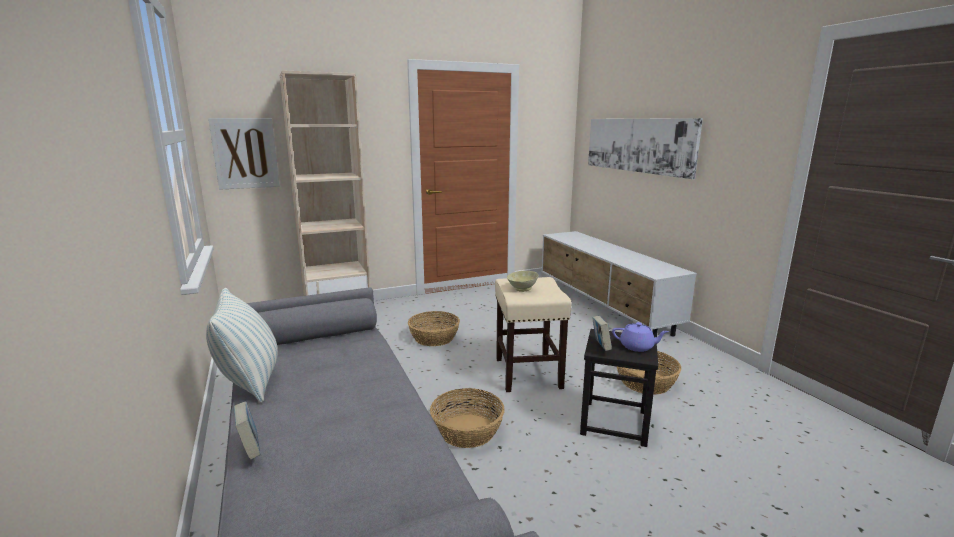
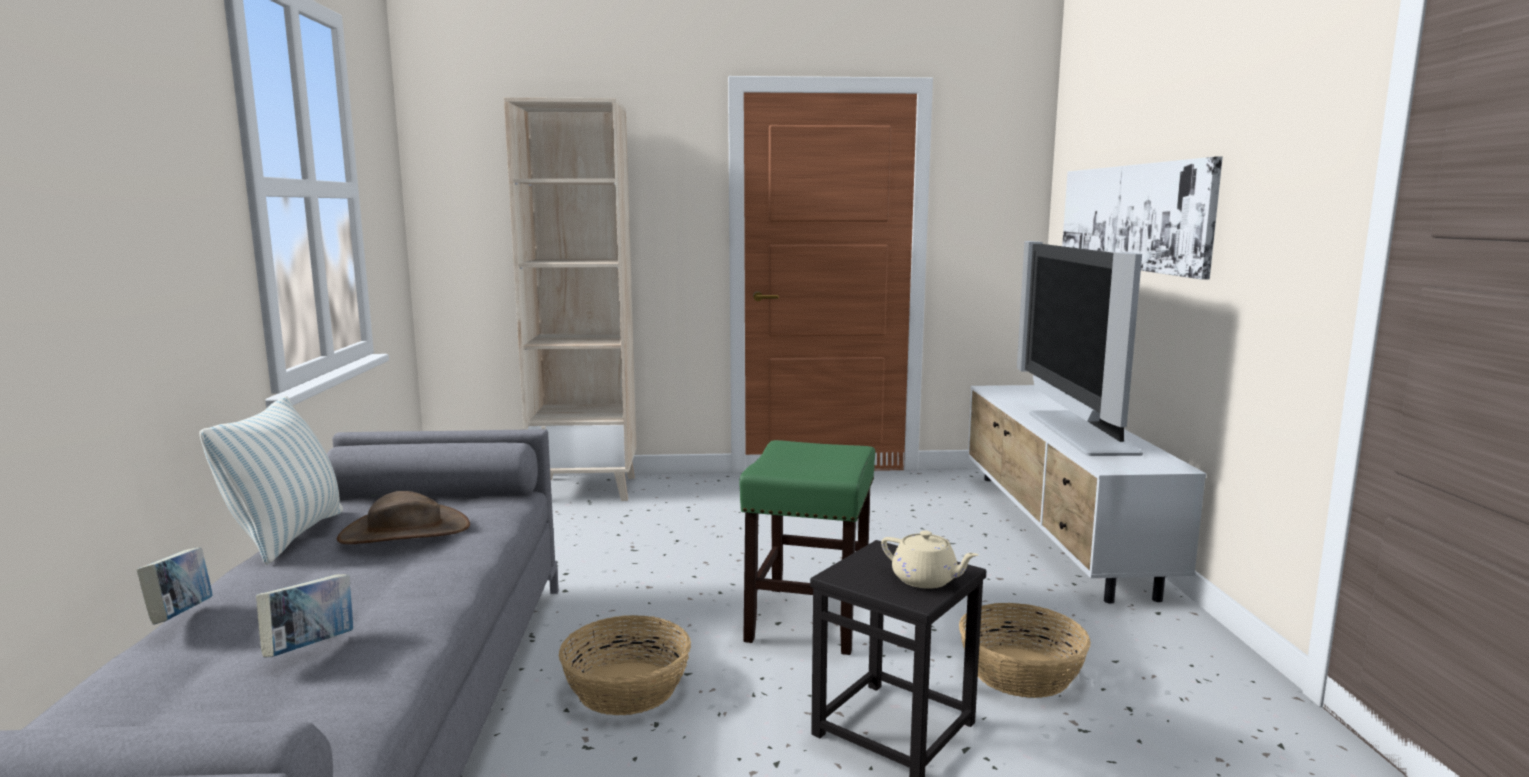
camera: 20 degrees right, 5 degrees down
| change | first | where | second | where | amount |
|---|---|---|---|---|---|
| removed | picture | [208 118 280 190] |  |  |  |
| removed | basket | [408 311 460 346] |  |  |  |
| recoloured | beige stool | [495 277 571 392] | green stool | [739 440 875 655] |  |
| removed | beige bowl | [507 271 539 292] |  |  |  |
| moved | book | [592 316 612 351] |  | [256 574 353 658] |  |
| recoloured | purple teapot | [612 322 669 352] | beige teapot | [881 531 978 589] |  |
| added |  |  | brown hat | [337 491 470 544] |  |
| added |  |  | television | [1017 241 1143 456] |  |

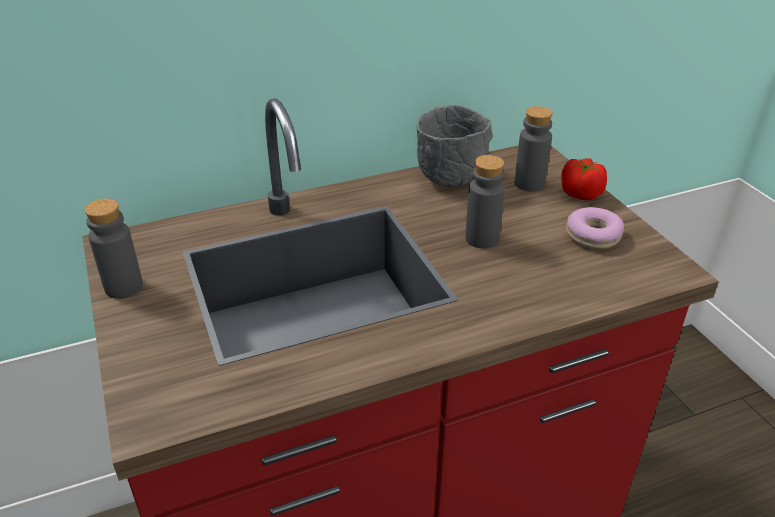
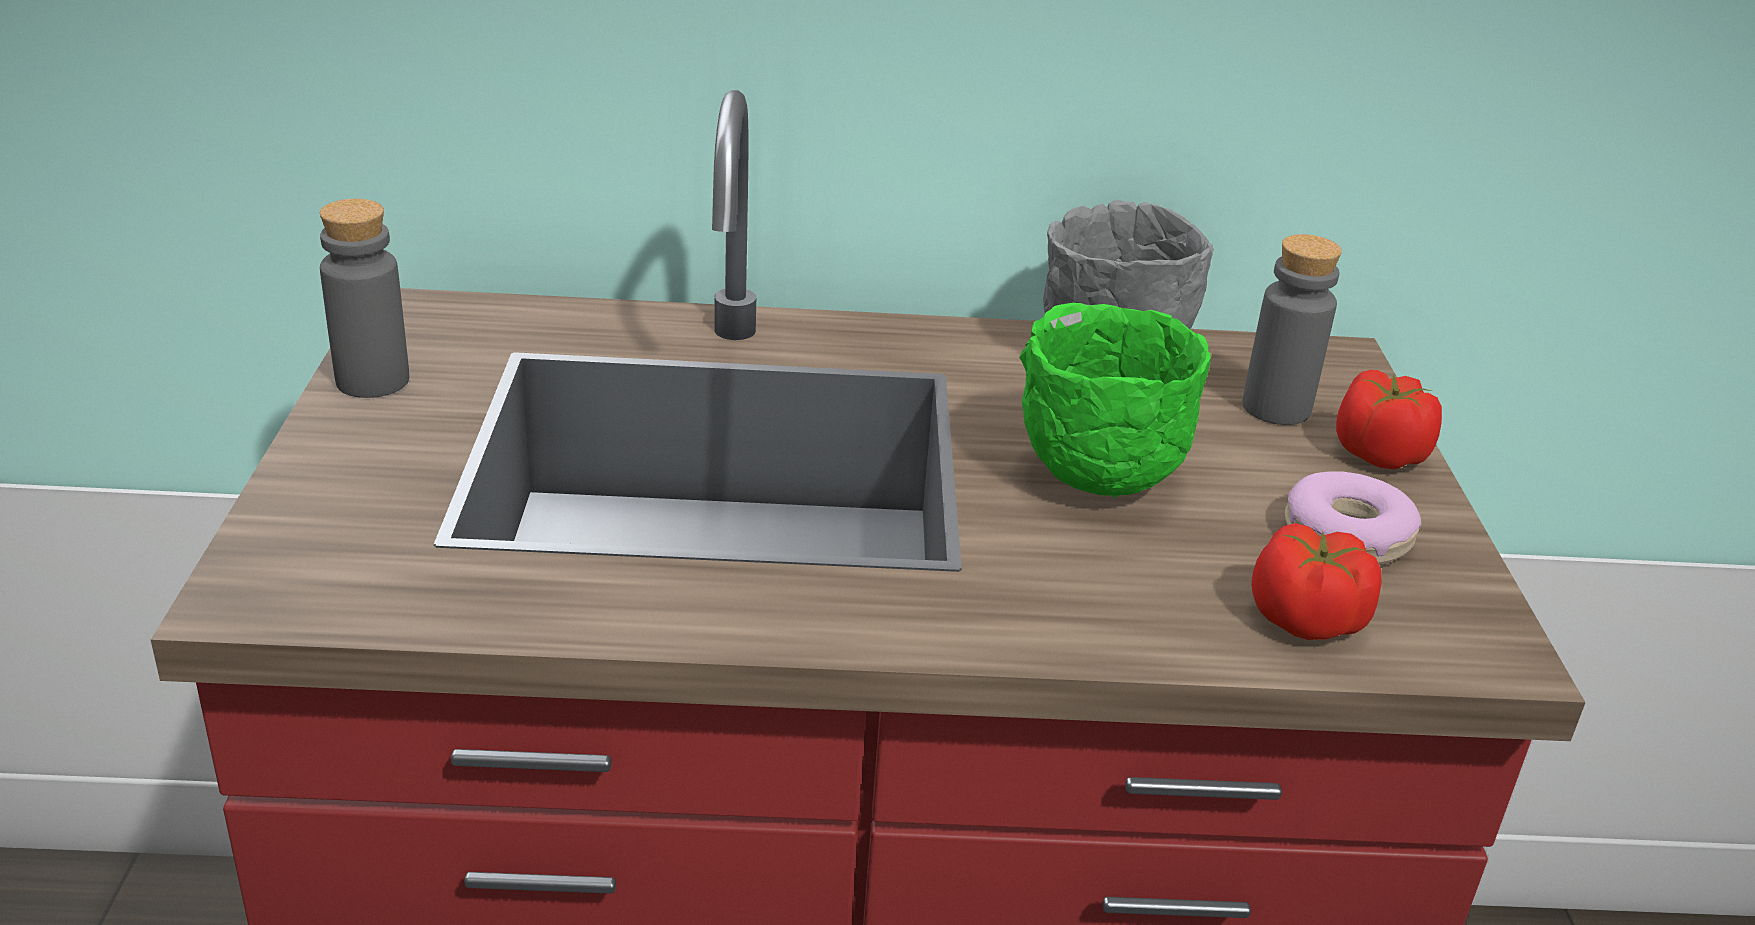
camera: 20 degrees right, 5 degrees down
| change | first | where | second | where | amount |
|---|---|---|---|---|---|
| replaced | grey bottle | [465 155 505 248] | green bowl | [1019 303 1211 498] |  |
| added |  |  | tomato | [1251 523 1382 640] |  |

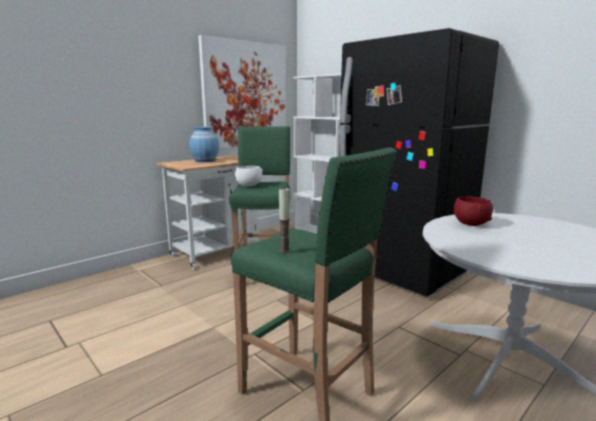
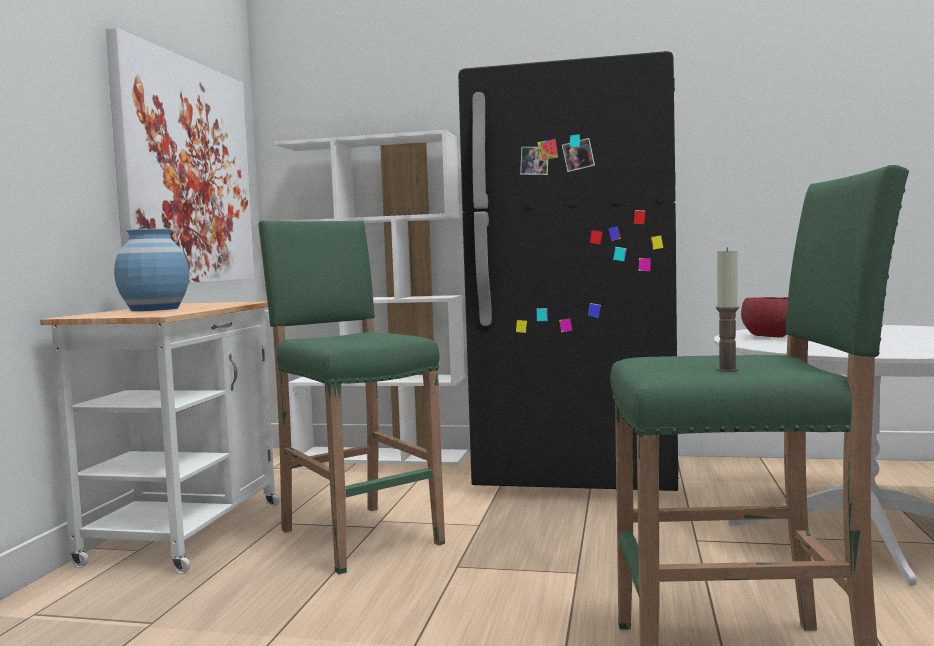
camera: 35 degrees left, 10 degrees down
| change | first | where | second | where | amount |
|---|---|---|---|---|---|
| removed | white bowl | [235 166 263 186] |  |  |  |

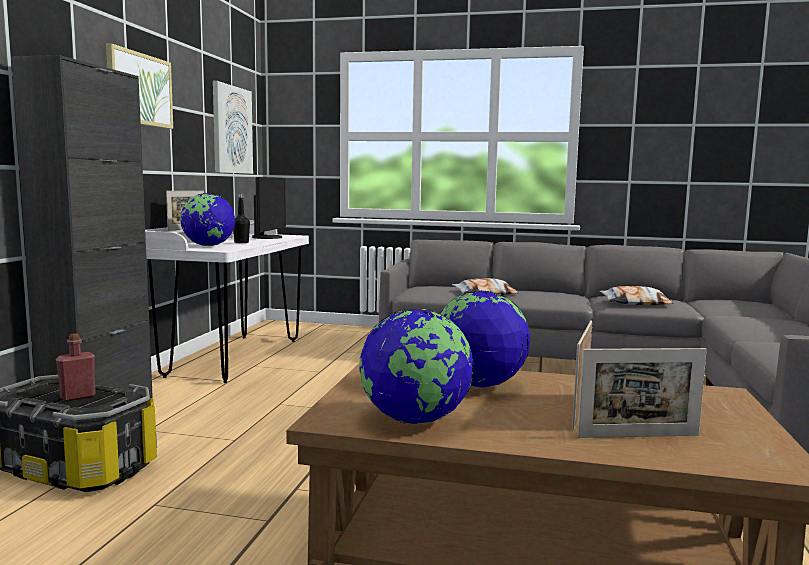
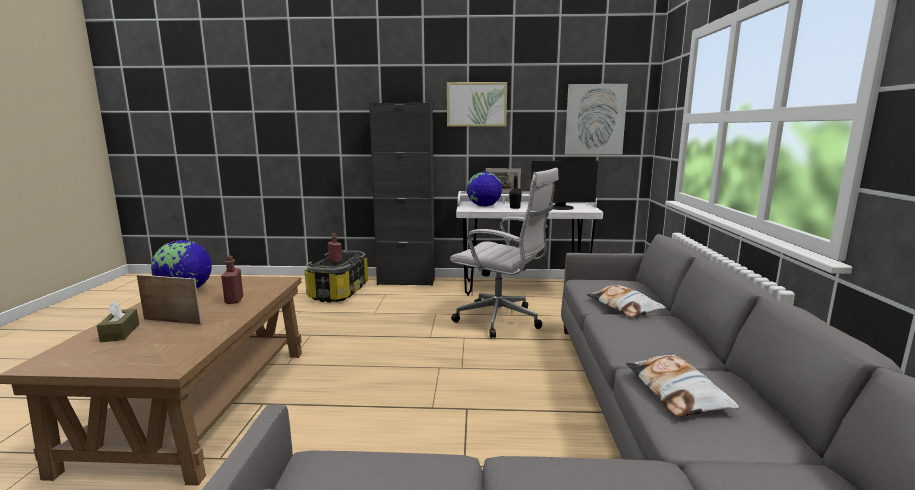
camera: 80 degrees right, 5 degrees up
| change | first | where | second | where | amount |
|---|---|---|---|---|---|
| replaced | globe | [440 290 530 388] | red bottle | [221 256 243 304] |  |
| replaced | picture frame | [577 348 707 438] | brown tissue box | [97 301 139 342] |  |
| added |  |  | white office chair | [450 168 559 338] |  |

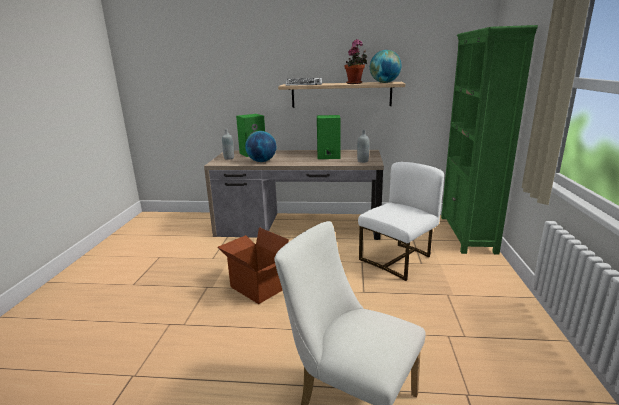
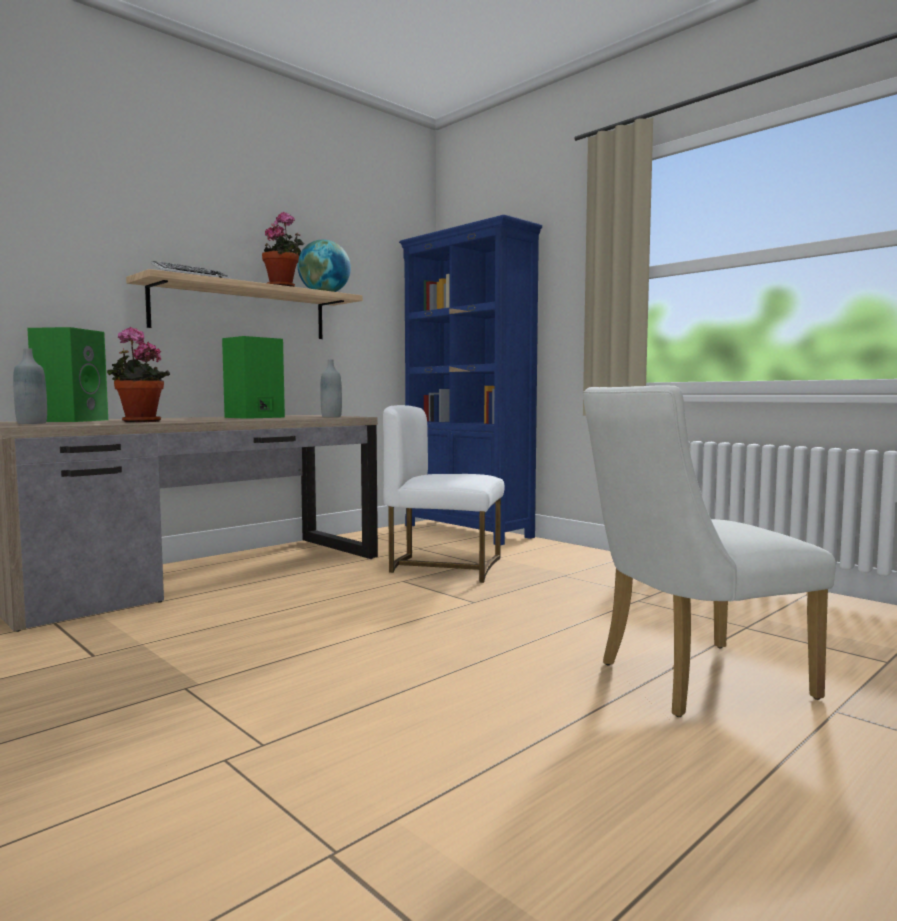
camera: 50 degrees left, 15 degrees down
| change | first | where | second | where | amount |
|---|---|---|---|---|---|
| removed | cardboard box | [217 227 289 304] |  |  |  |
| replaced | globe | [245 131 276 162] | potted plant | [107 327 170 422] |  |
| turned | white chair | [358 162 444 281] |  | [383 405 504 583] | 75 degrees counterclockwise |
| recoloured | green bookcase | [441 25 538 254] | blue bookcase | [399 214 542 545] |  |

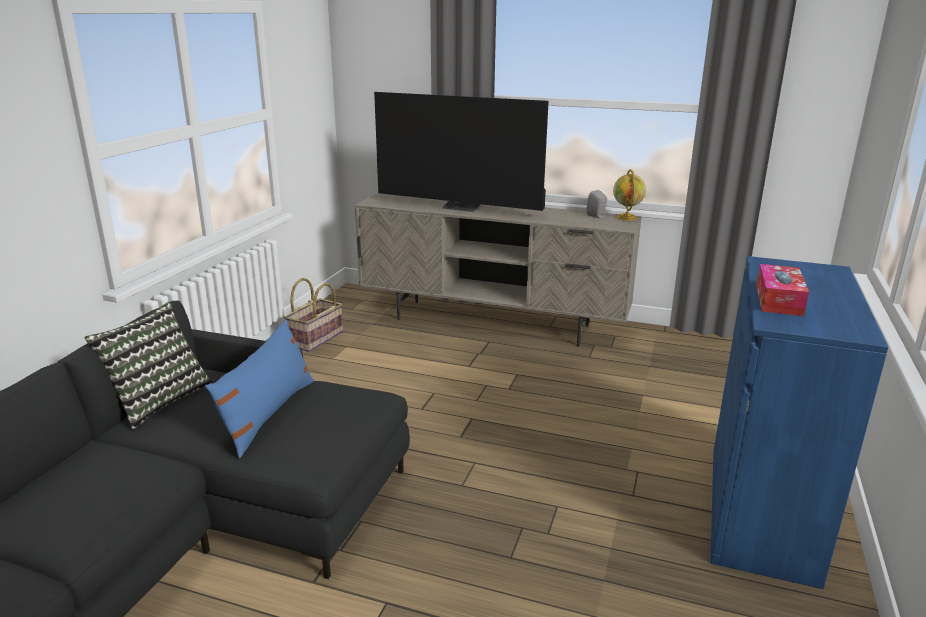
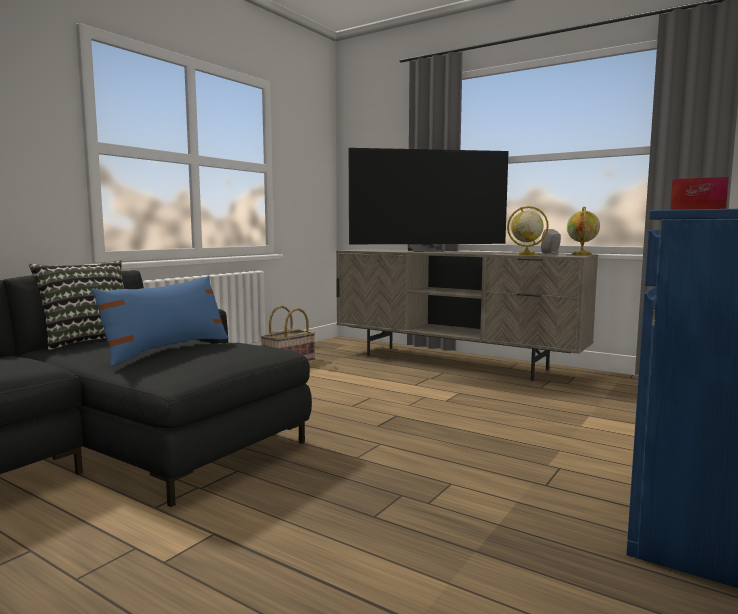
camera: 15 degrees right, 15 degrees down
| change | first | where | second | where | amount |
|---|---|---|---|---|---|
| turned | television | [374 92 549 212] |  | [349 148 508 252] | 45 degrees counterclockwise |
| added |  |  | globe | [507 206 549 255] |  |

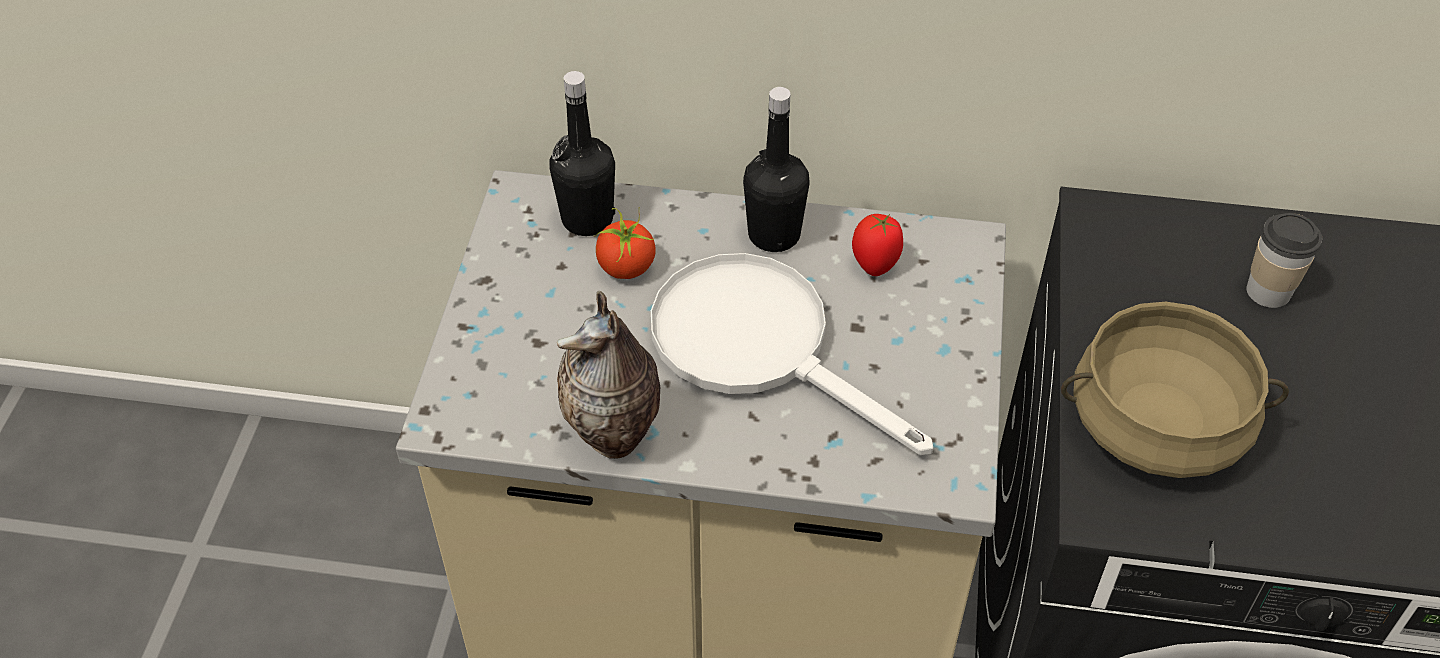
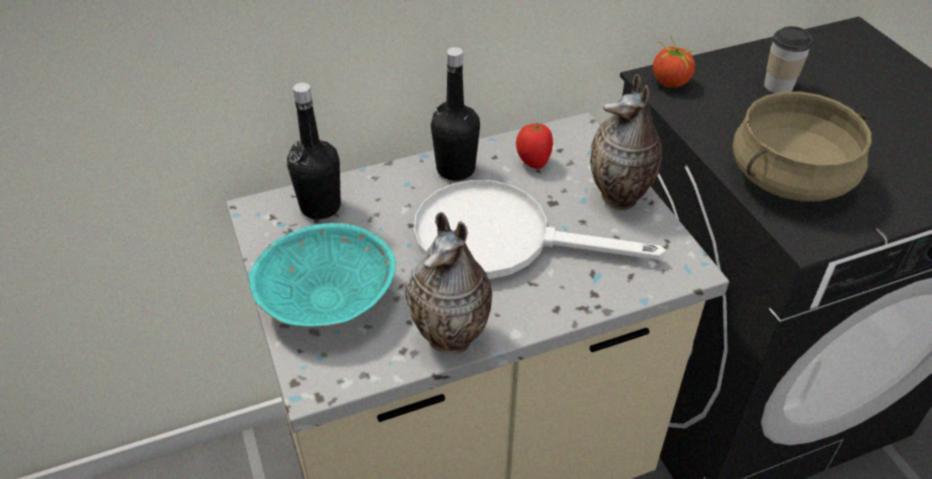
camera: 30 degrees left, 5 degrees down
| change | first | where | second | where | amount |
|---|---|---|---|---|---|
| moved | tomato | [593 207 656 279] |  | [653 38 695 88] |  |
| added |  |  | turquoise bowl | [249 223 396 327] |  |
| added |  |  | vase | [590 74 662 210] |  |

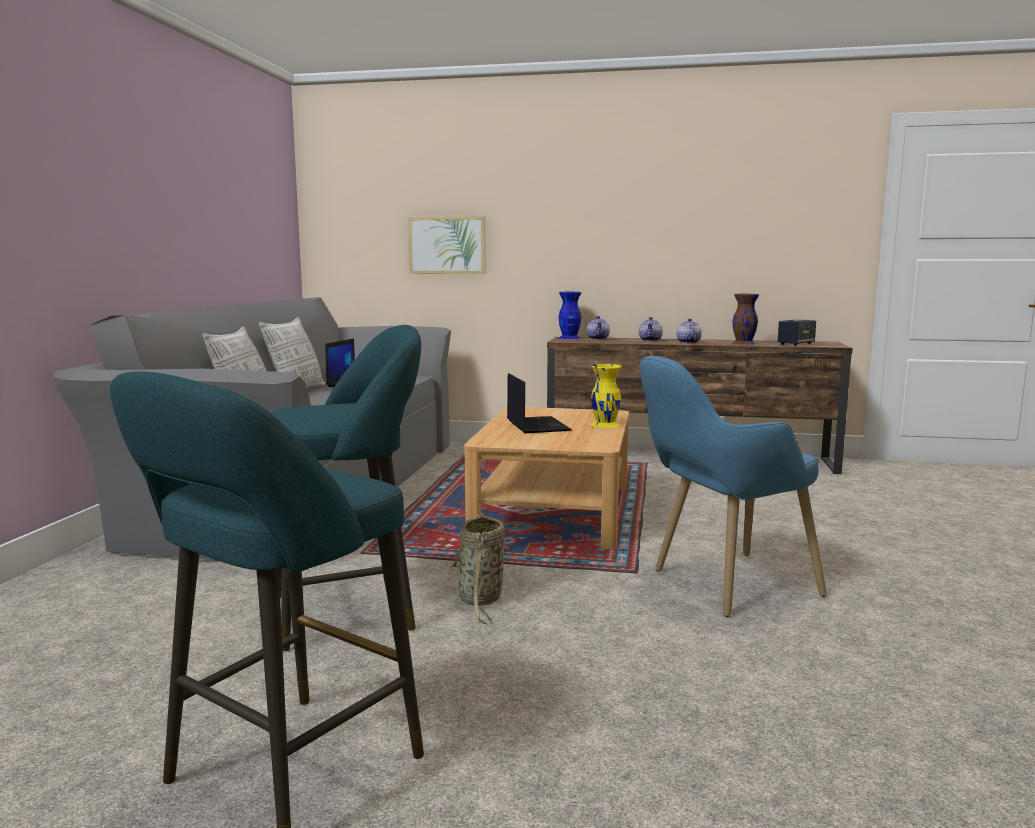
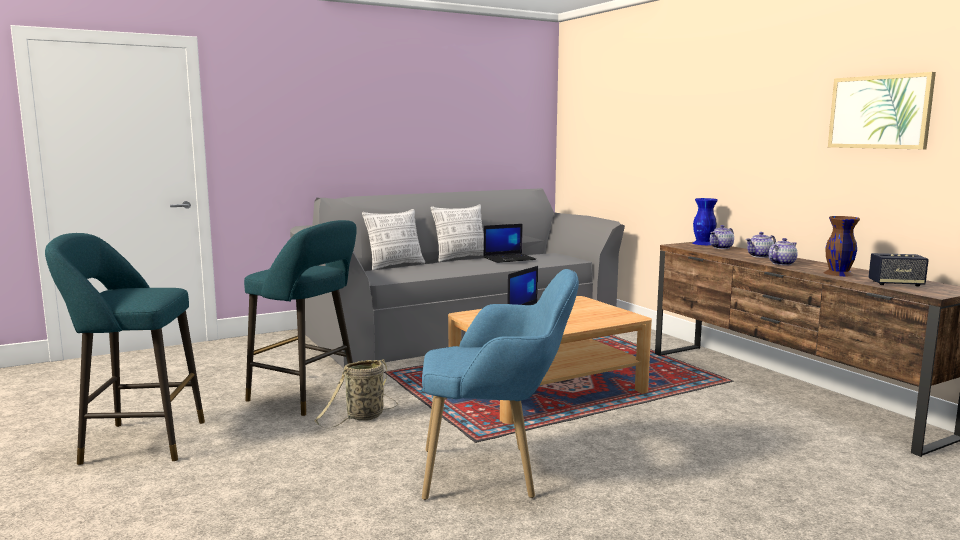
camera: 50 degrees right, 0 degrees up
| change | first | where | second | where | amount |
|---|---|---|---|---|---|
| moved | picture | [408 216 486 274] |  | [828 72 936 149] |  |
| removed | yellow vase | [591 364 621 428] |  |  |  |
| turned | blue armchair | [640 356 827 617] |  | [422 269 579 500] | 150 degrees clockwise |

